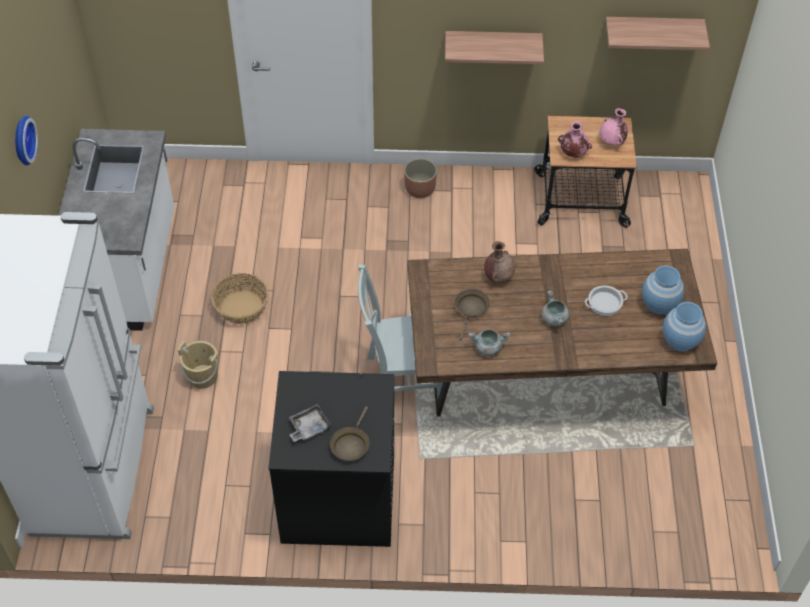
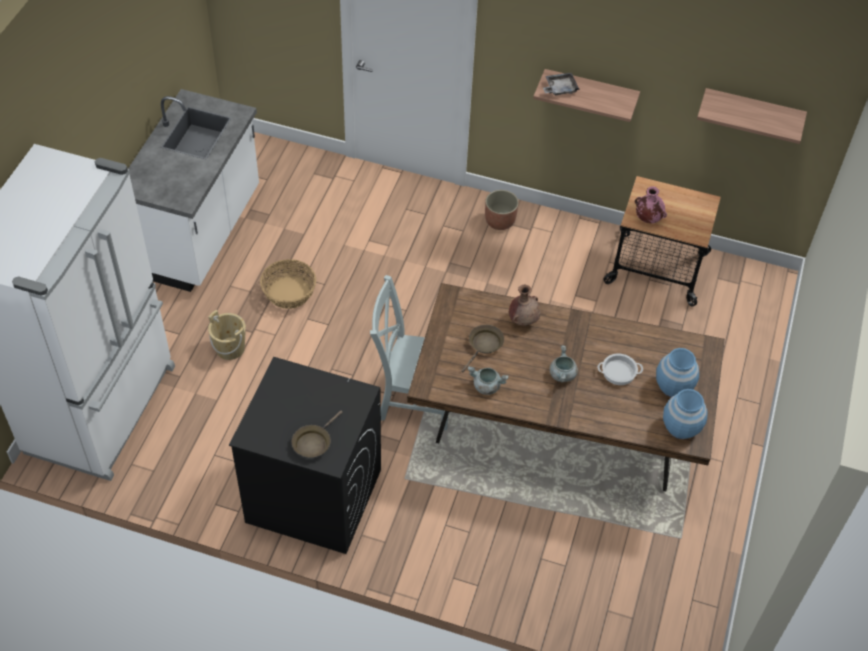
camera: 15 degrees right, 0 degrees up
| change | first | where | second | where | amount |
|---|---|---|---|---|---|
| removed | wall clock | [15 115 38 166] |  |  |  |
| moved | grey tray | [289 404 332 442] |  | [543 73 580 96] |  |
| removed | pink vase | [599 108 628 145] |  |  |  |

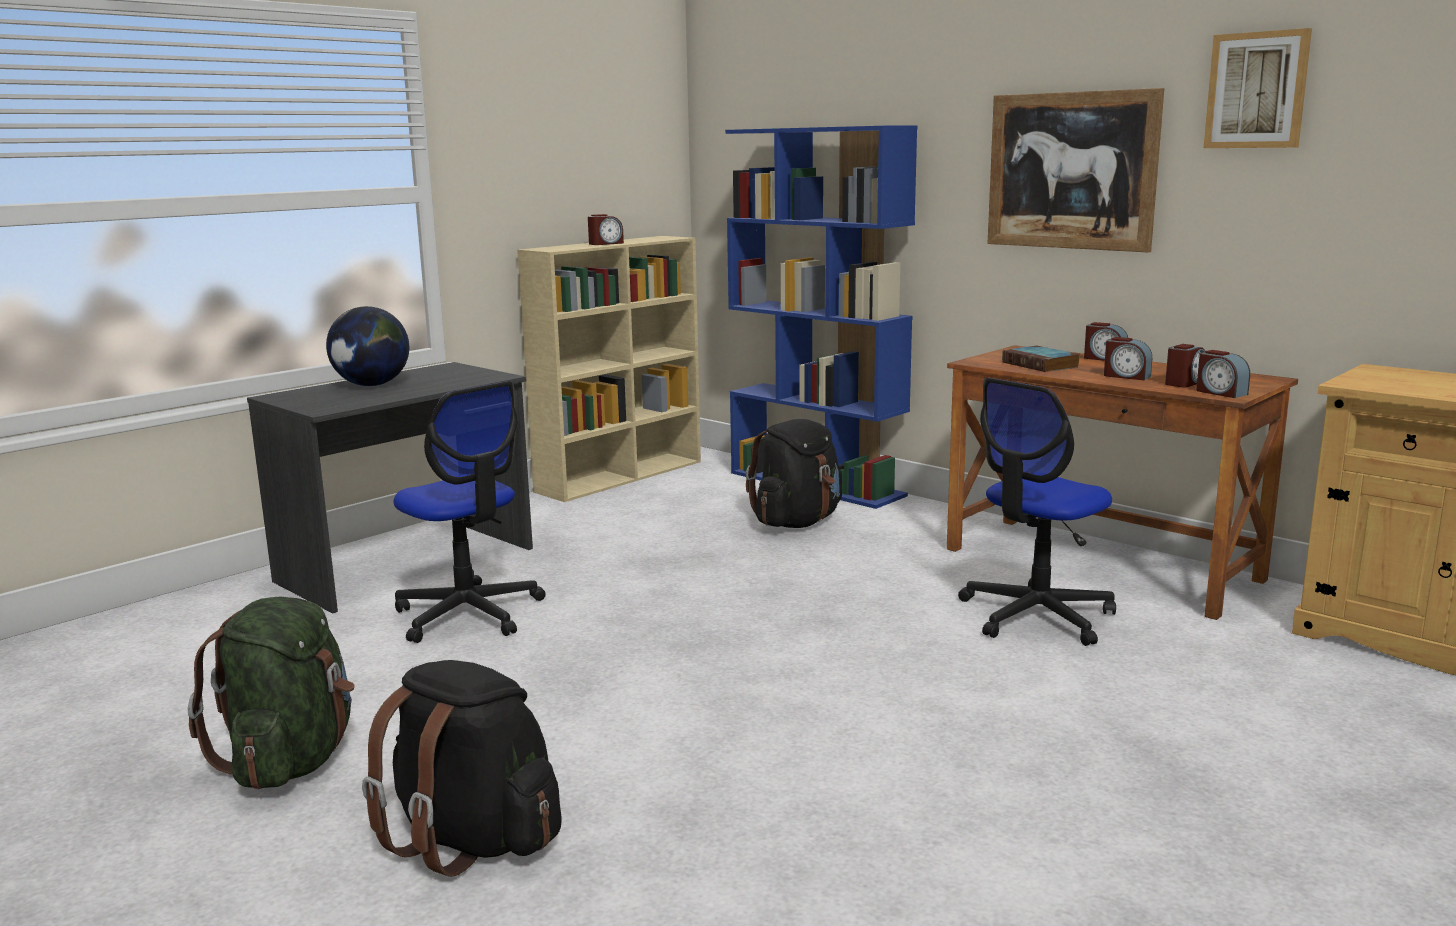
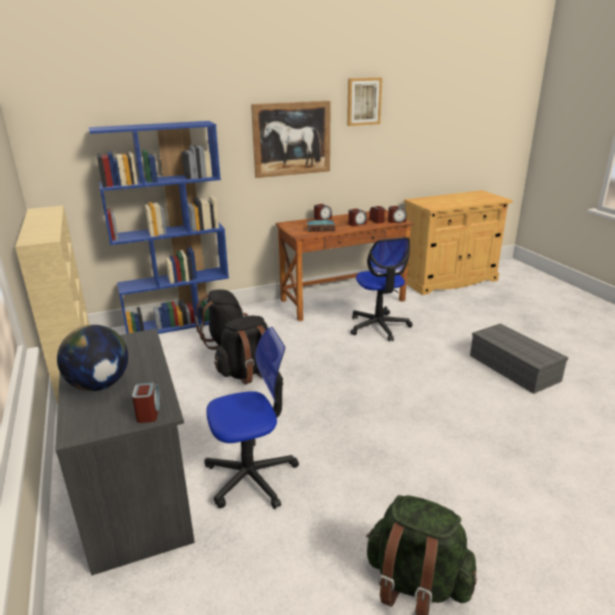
camera: 65 degrees left, 10 degrees up
| change | first | where | second | where | amount |
|---|---|---|---|---|---|
| moved | black backpack | [362 660 561 877] |  | [214 315 268 384] |  |
| moved | alarm clock | [588 214 624 245] |  | [132 383 161 423] |  |
| added |  |  | grey storage box | [470 323 568 394] |  |

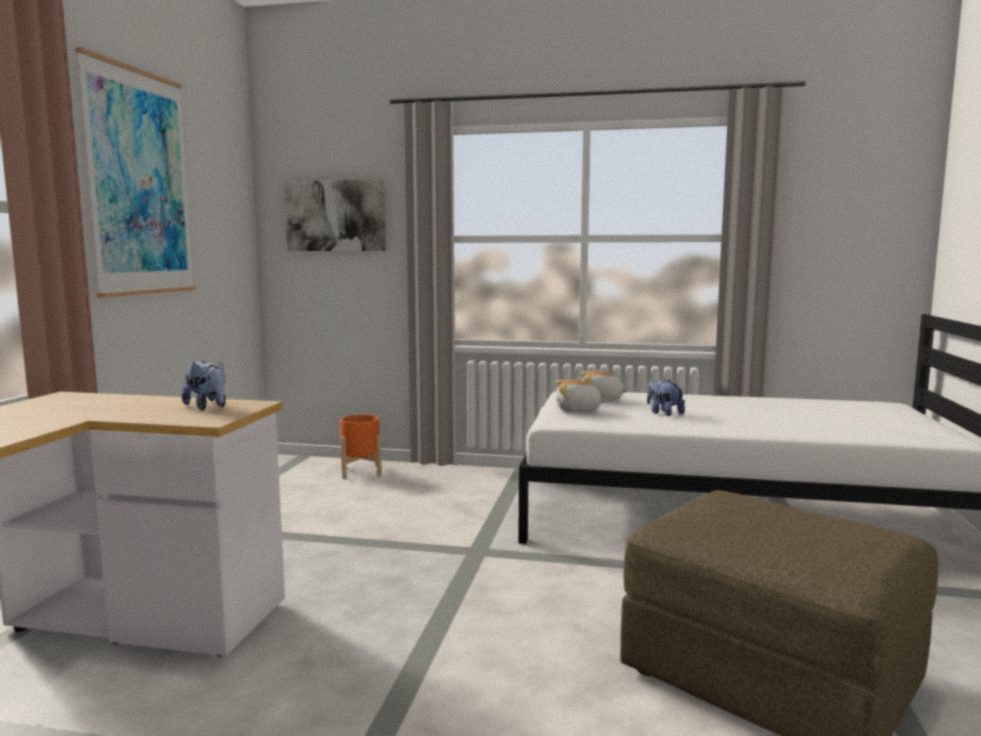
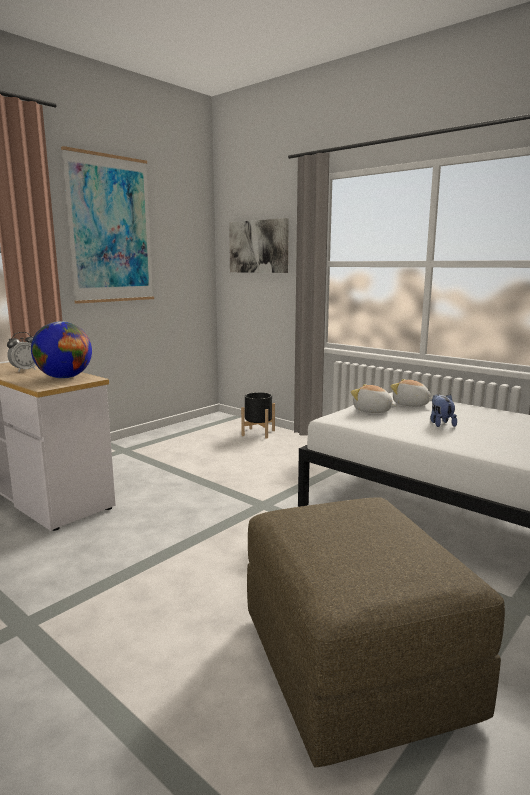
camera: 30 degrees right, 5 degrees up
| change | first | where | second | where | amount |
|---|---|---|---|---|---|
| replaced | plush toy | [182 360 226 410] | globe | [31 321 92 379] |  |
| recoloured | orange planter | [340 415 382 479] | black planter | [241 392 275 439] |  |
| added |  |  | alarm clock | [7 332 36 372] |  |

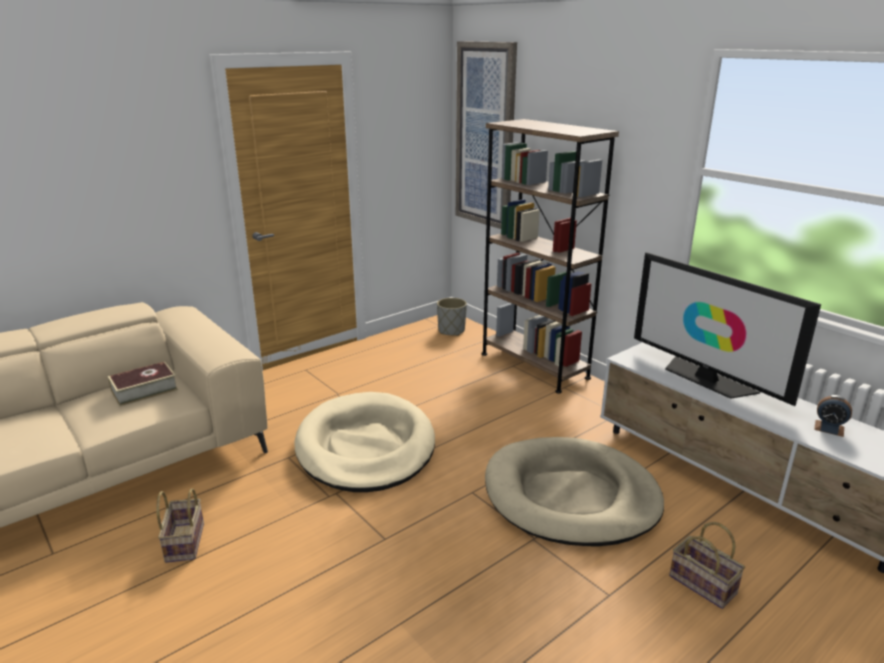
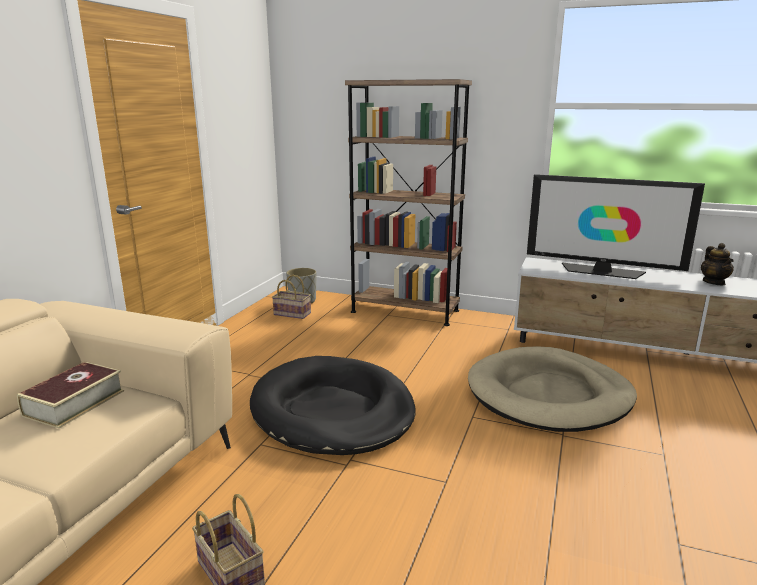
camera: 30 degrees left, 5 degrees down
| change | first | where | second | where | amount |
|---|---|---|---|---|---|
| recoloured | beige dog bed | [294 392 435 492] | black dog bed | [250 356 416 455] |  |
| removed | picture | [456 41 517 229] |  |  |  |
| moved | basket | [669 522 745 609] |  | [272 275 311 319] |  |
| replaced | alarm clock | [814 395 852 437] | teapot | [701 243 734 285] |  |

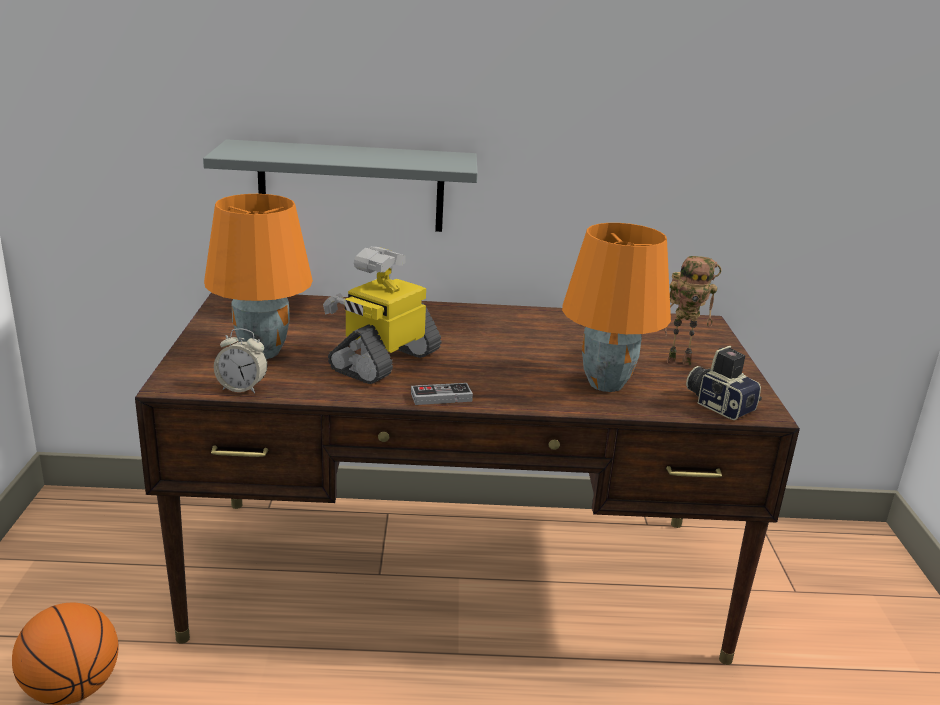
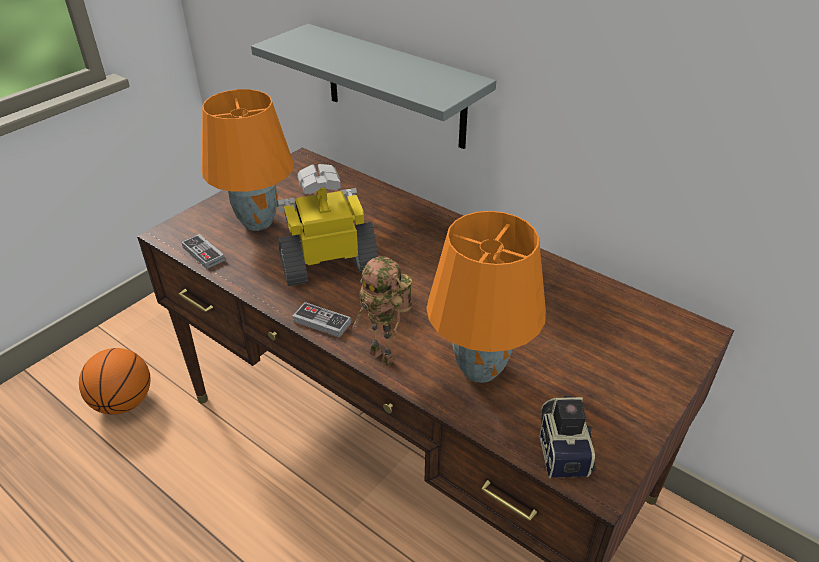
camera: 40 degrees right, 15 degrees up
| change | first | where | second | where | amount |
|---|---|---|---|---|---|
| replaced | alarm clock | [214 328 267 394] | game controller | [181 234 225 269] |  |
| moved | toy robot | [665 256 721 365] |  | [352 257 412 367] |  |

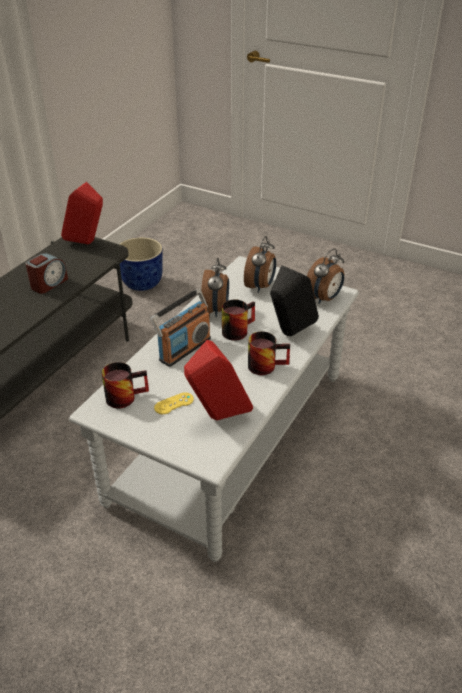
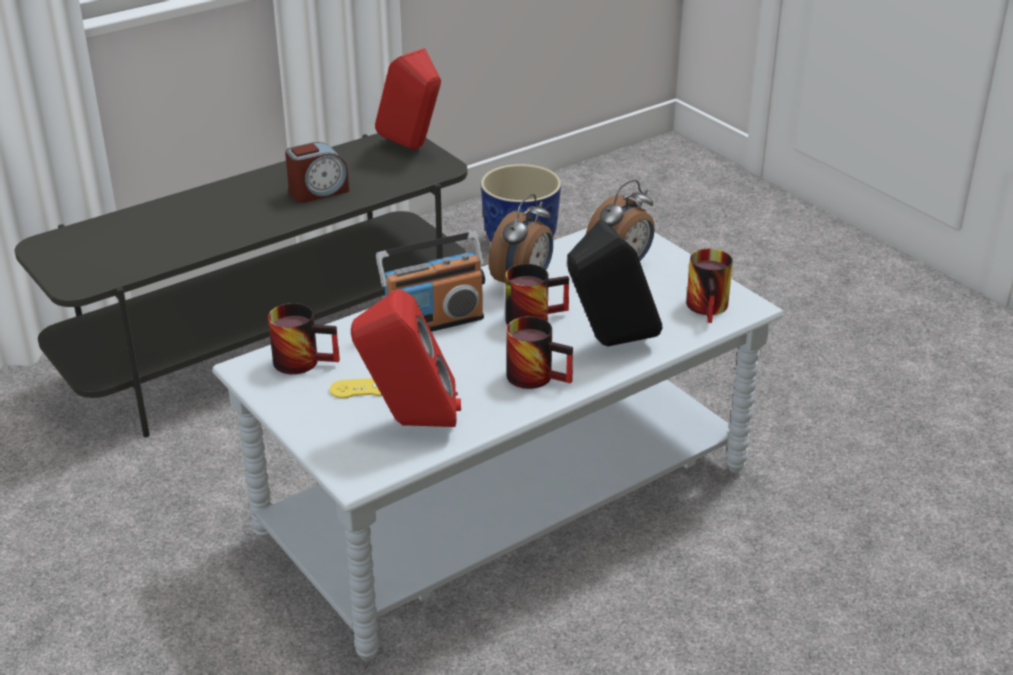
camera: 25 degrees right, 5 degrees down
| change | first | where | second | where | amount |
|---|---|---|---|---|---|
| replaced | alarm clock | [307 248 344 304] | mug | [686 249 733 323] |  |

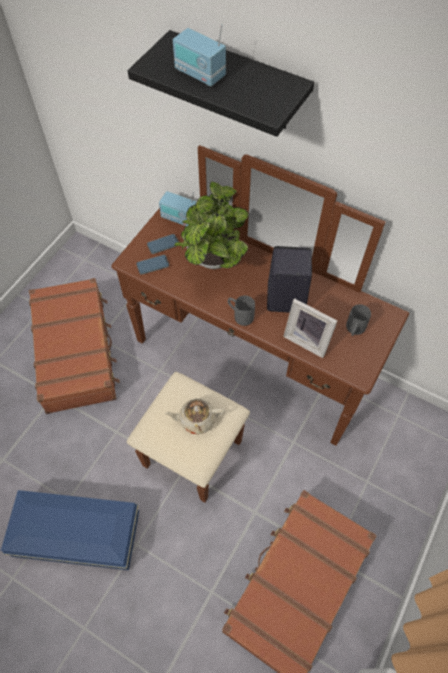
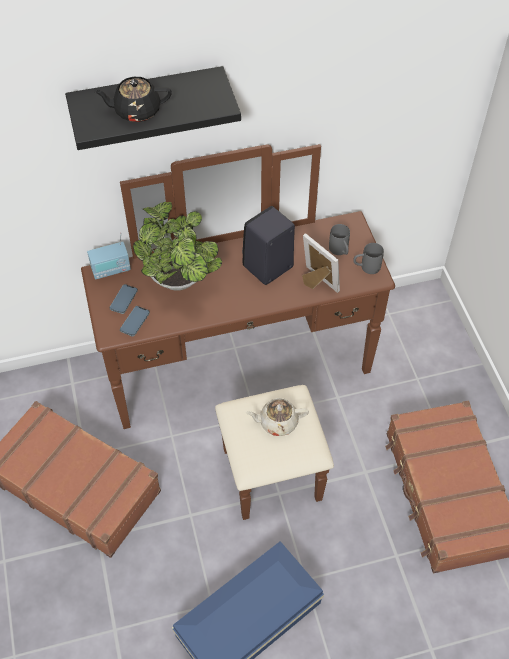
camera: 45 degrees left, 5 degrees down
| change | first | where | second | where | amount |
|---|---|---|---|---|---|
| turned | beige teapot | [165 398 225 434] |  | [246 398 309 436] | 45 degrees clockwise |
| replaced | radio | [173 24 226 86] | black teapot | [93 77 172 122] |  |
| moved | grey mug | [228 295 255 326] |  | [353 243 384 274] |  |
| turned | picture frame | [283 298 338 358] |  | [302 233 340 293] | 120 degrees counterclockwise |

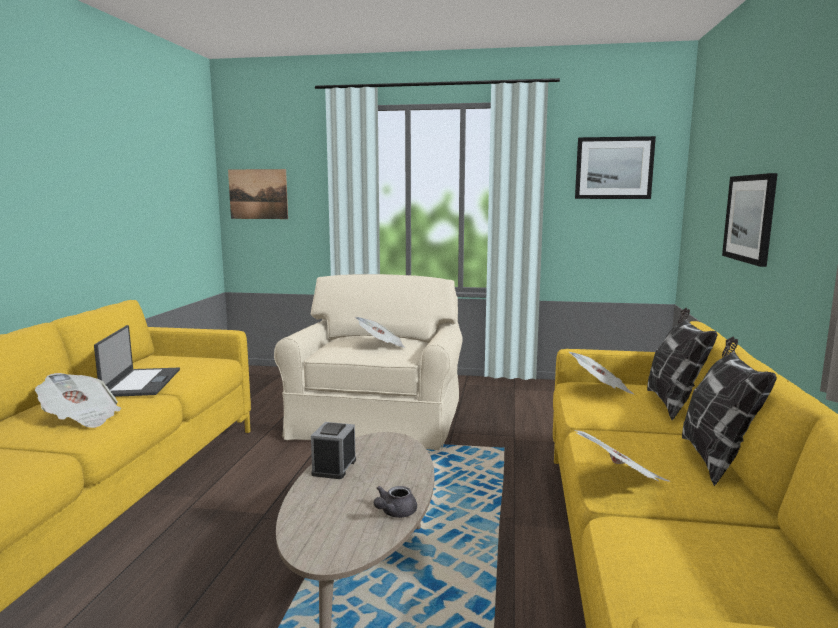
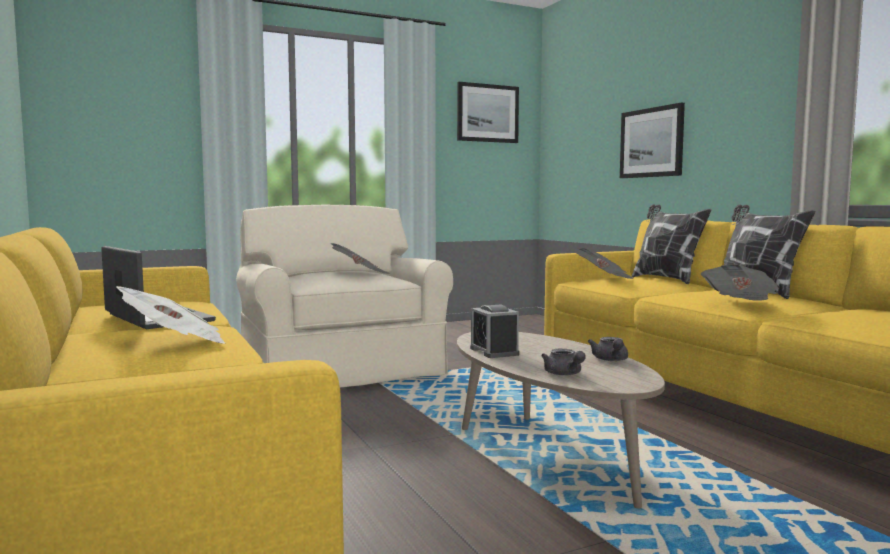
camera: 35 degrees left, 5 degrees down
| change | first | where | second | where | amount |
|---|---|---|---|---|---|
| removed | picture | [228 169 288 219] |  |  |  |
| added |  |  | grey teapot | [541 349 586 376] |  |

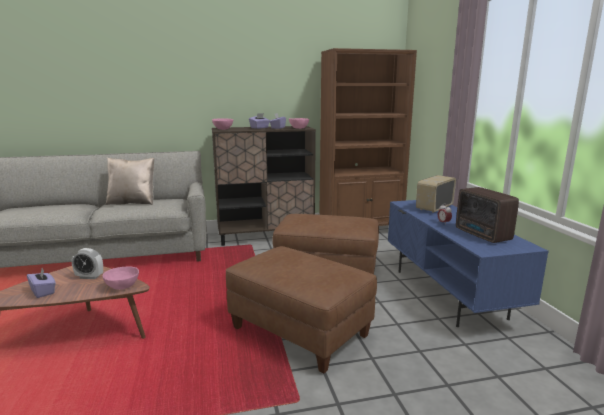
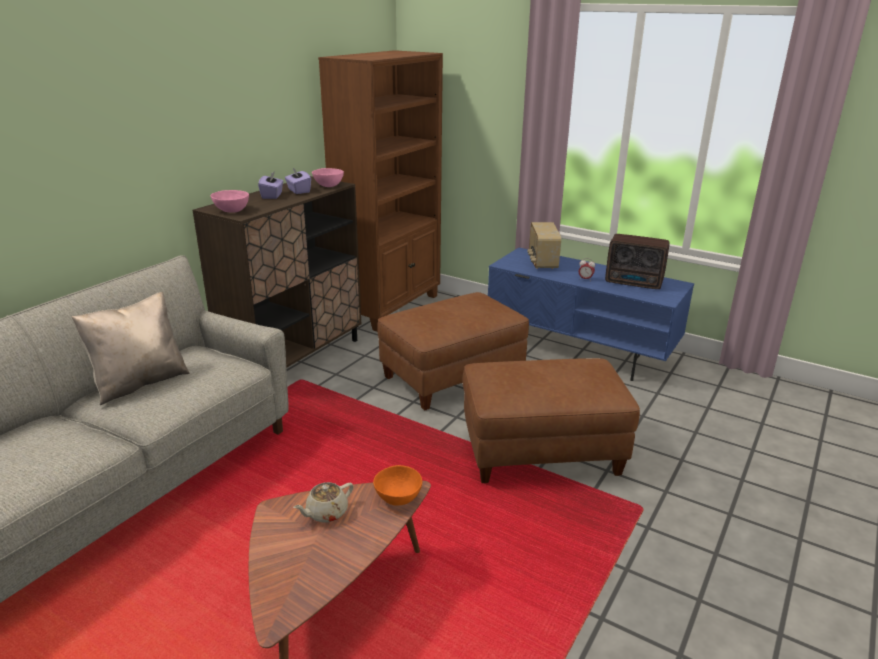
camera: 45 degrees left, 10 degrees up
| change | first | where | second | where | amount |
|---|---|---|---|---|---|
| removed | purple tissue box | [27 268 56 298] |  |  |  |
| replaced | alarm clock | [72 248 103 279] | beige teapot | [293 482 354 523] |  |
| recoloured | pink bowl | [103 267 139 290] | orange bowl | [373 465 422 506] |  |

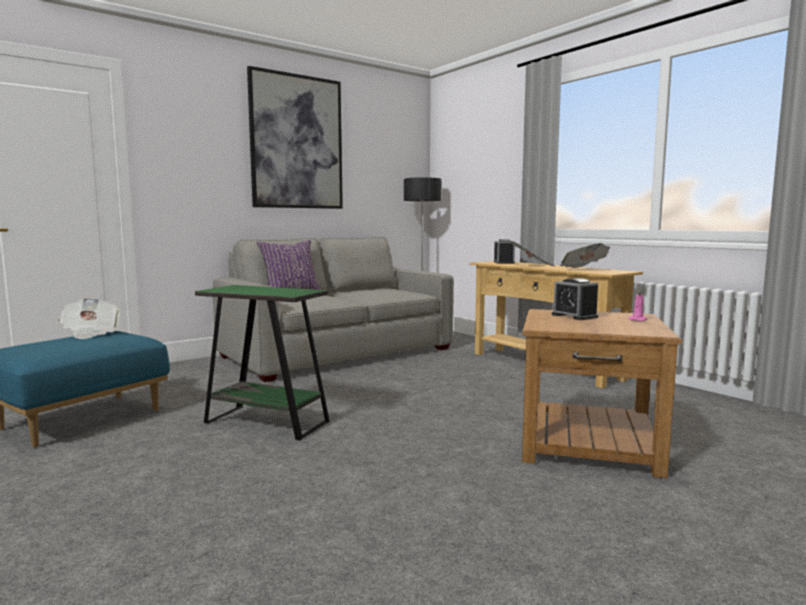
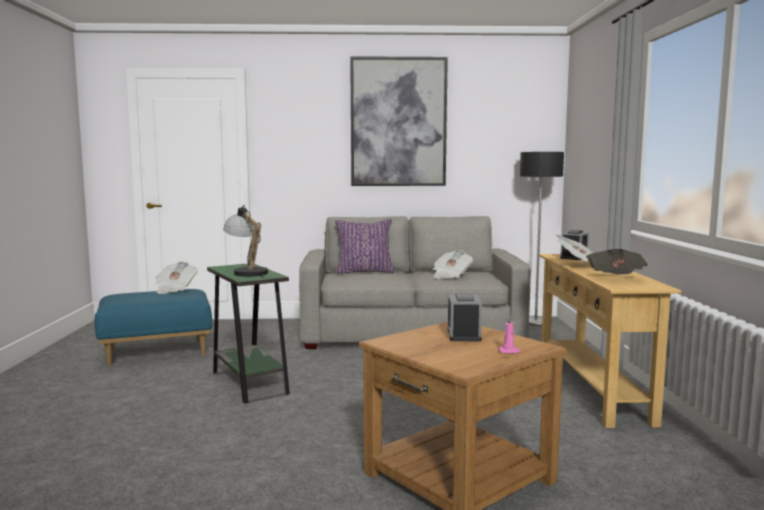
camera: 35 degrees right, 0 degrees up
| change | first | where | second | where | amount |
|---|---|---|---|---|---|
| added |  |  | table lamp | [223 205 268 278] |  |
| added |  |  | newspaper | [433 250 473 279] |  |

